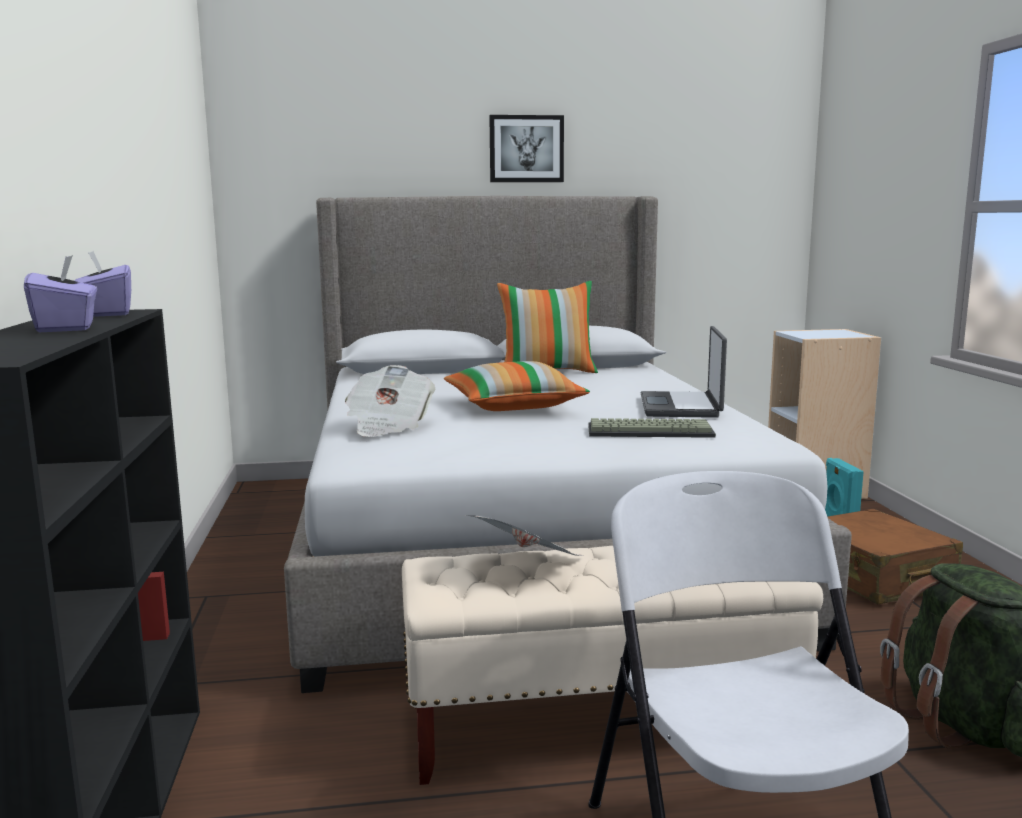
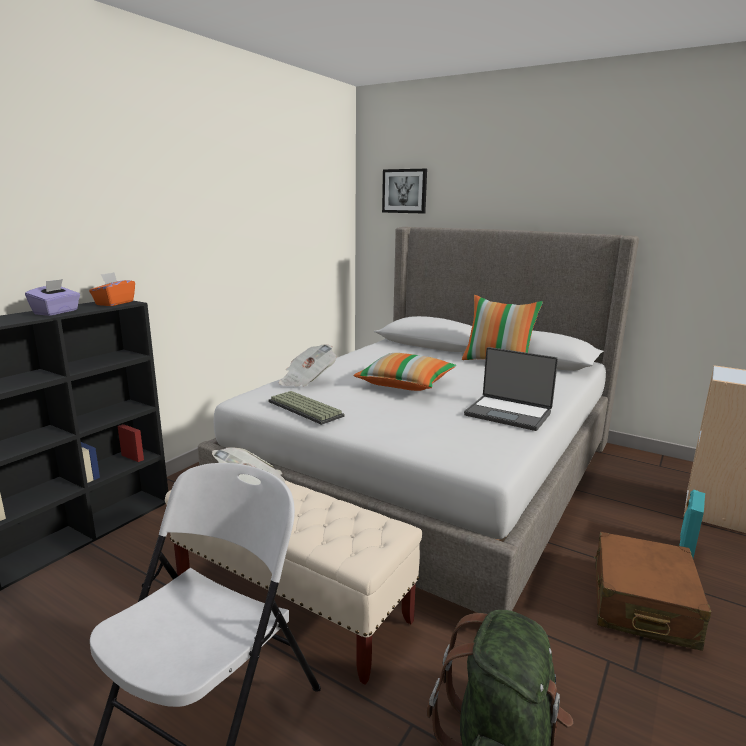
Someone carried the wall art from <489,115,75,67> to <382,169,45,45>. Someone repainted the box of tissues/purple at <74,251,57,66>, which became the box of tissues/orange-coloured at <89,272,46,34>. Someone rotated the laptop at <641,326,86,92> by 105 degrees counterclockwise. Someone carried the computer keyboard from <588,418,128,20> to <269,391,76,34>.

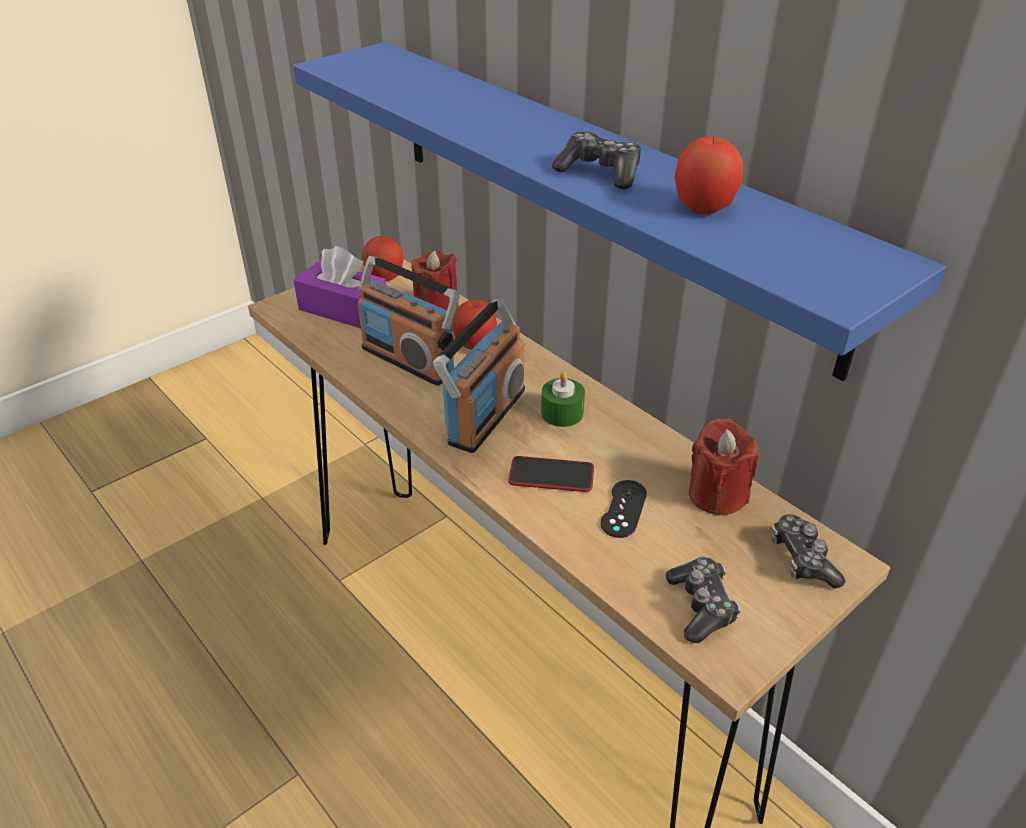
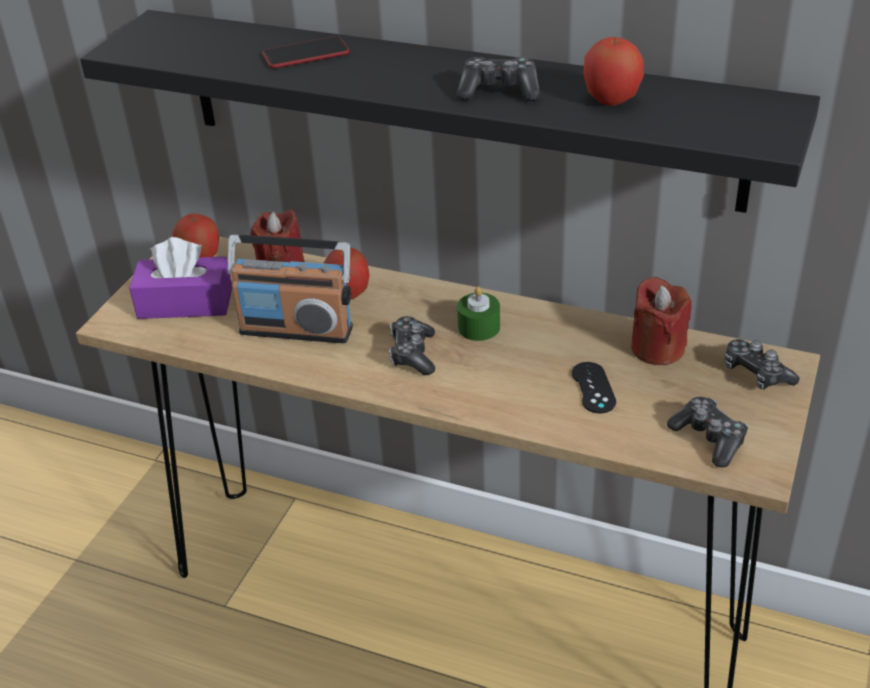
Someone repainted the bracket shelf/blue at <293,42,653,339>, which became the bracket shelf/black-coloured at <80,10,740,203>. Someone swapped the radio set at <433,298,92,155> for the joypad at <389,316,46,60>. Someone carried the handset from <508,456,86,36> to <262,36,88,32>.

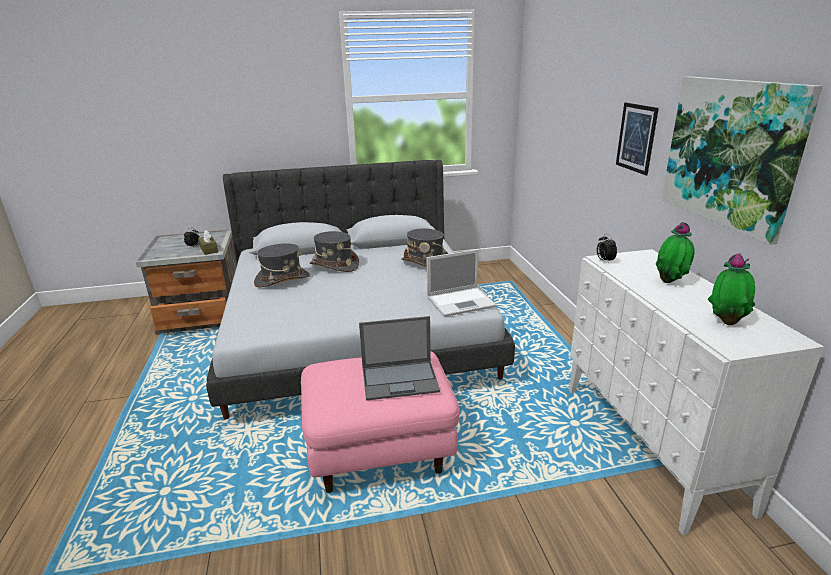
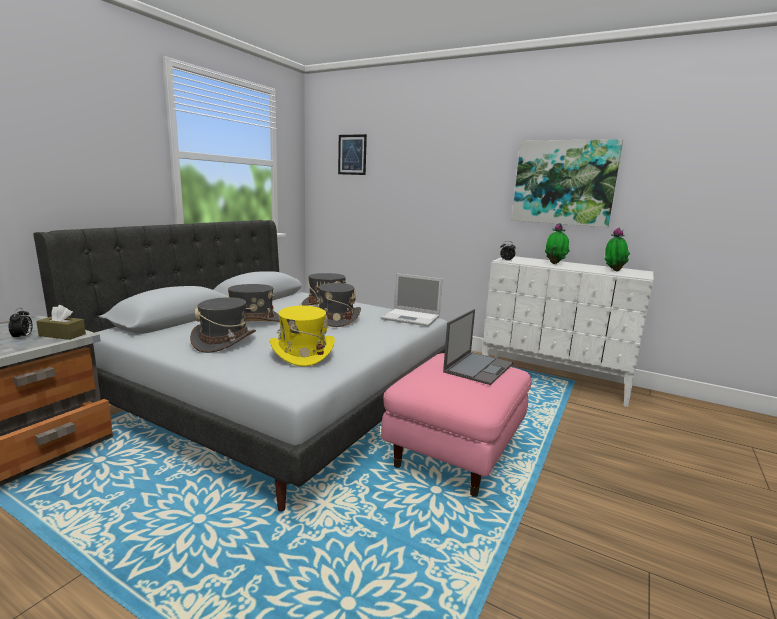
Someone carried the wall art from <616,103,43,72> to <338,134,29,41>. Someone rotated the laptop at <427,249,70,68> by 90 degrees clockwise. Someone put down the wearable hat/gray at <317,283,44,44>. Someone put down the wearable hat/yellow at <270,306,65,60>.

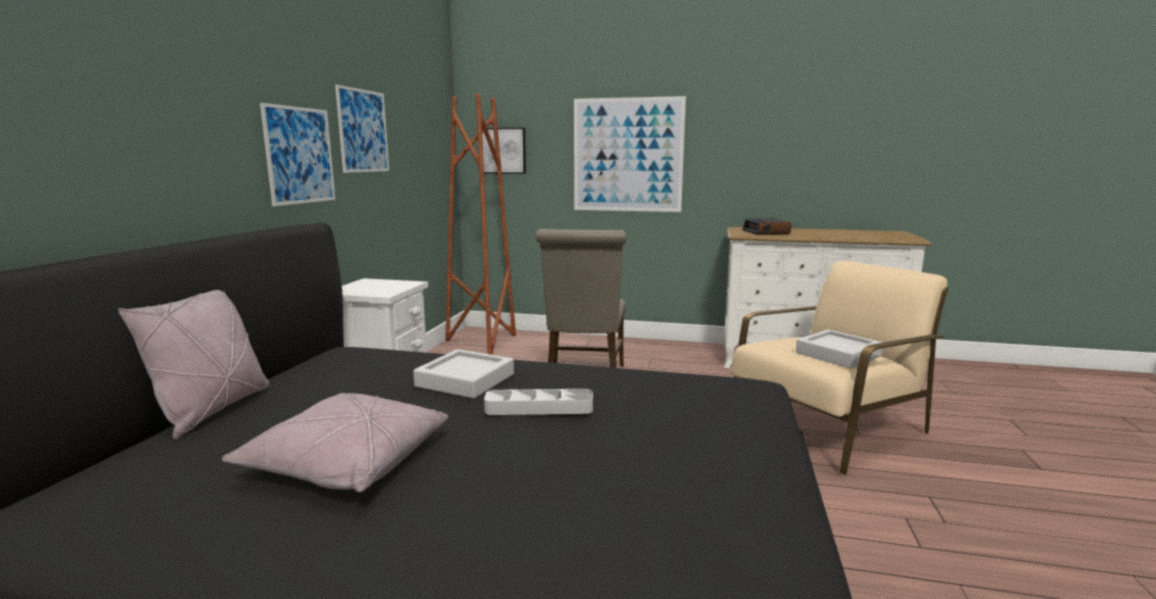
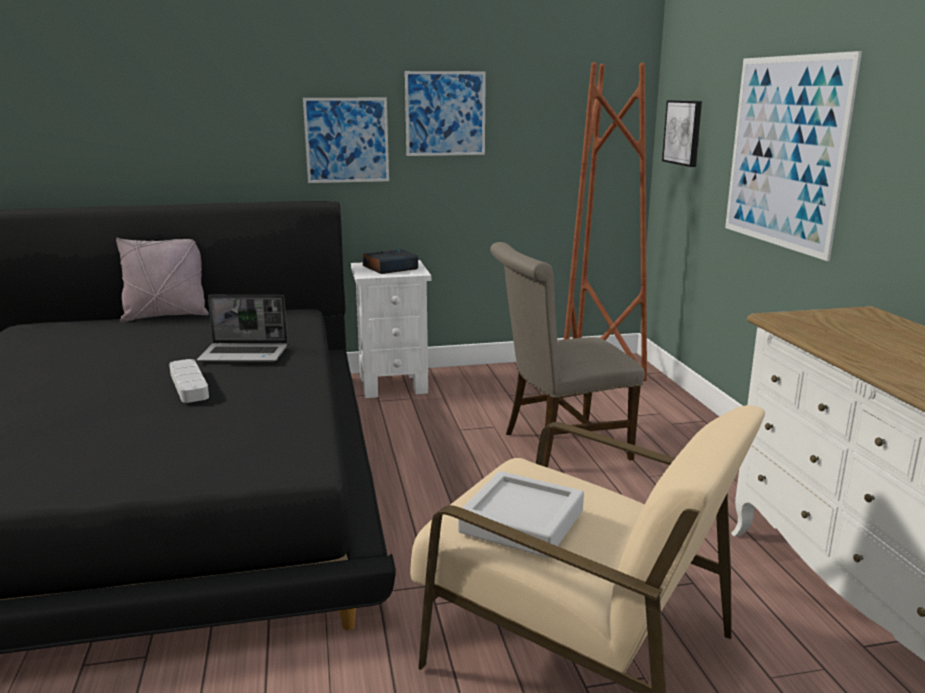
Someone carried the table clock from <743,218,49,17> to <363,249,55,25>. Someone swapped the carrying tray/gray at <413,349,101,50> for the laptop at <197,295,91,67>. Someone took away the throw pillow/purple at <222,393,227,99>.

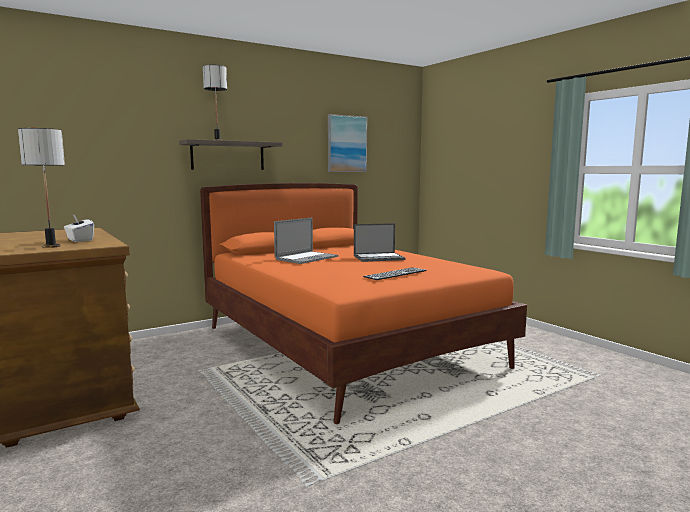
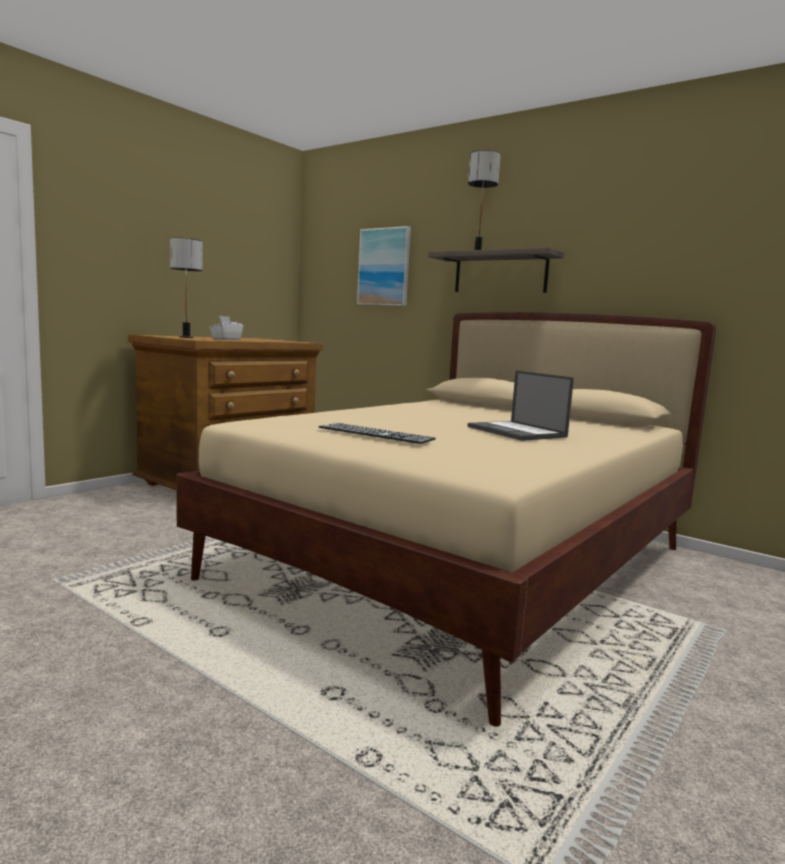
Someone carried the wall art from <328,114,39,58> to <357,226,54,80>. Someone repainted the sleeping bed/orange-coloured at <200,183,327,241>, which became the sleeping bed/beige-coloured at <176,312,540,415>. Someone took away the laptop at <274,218,64,46>.

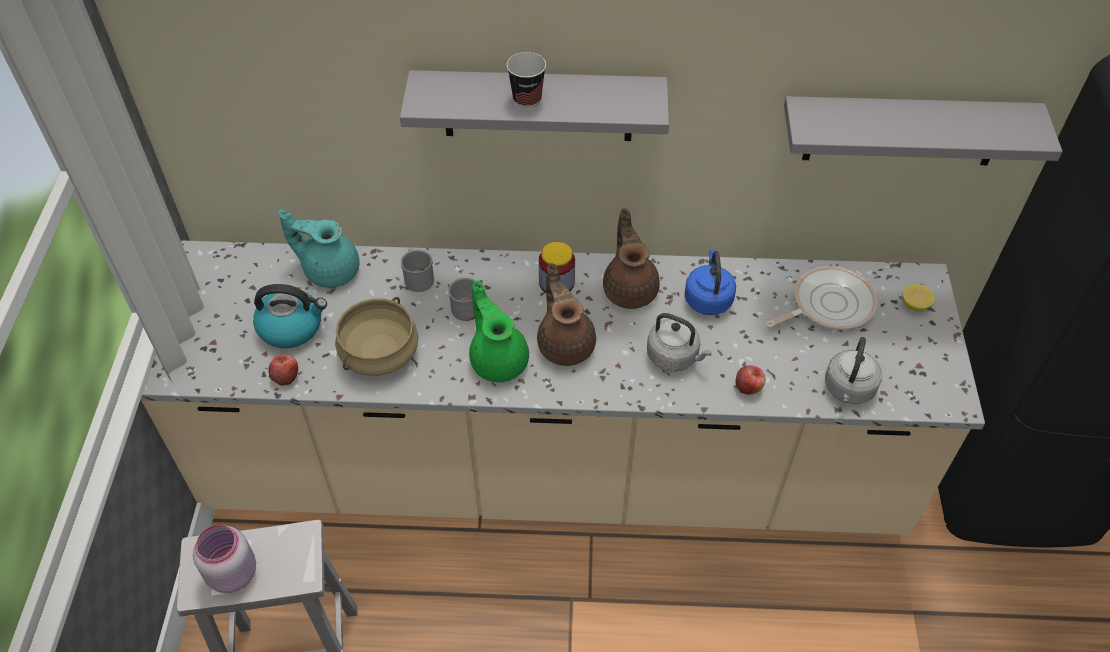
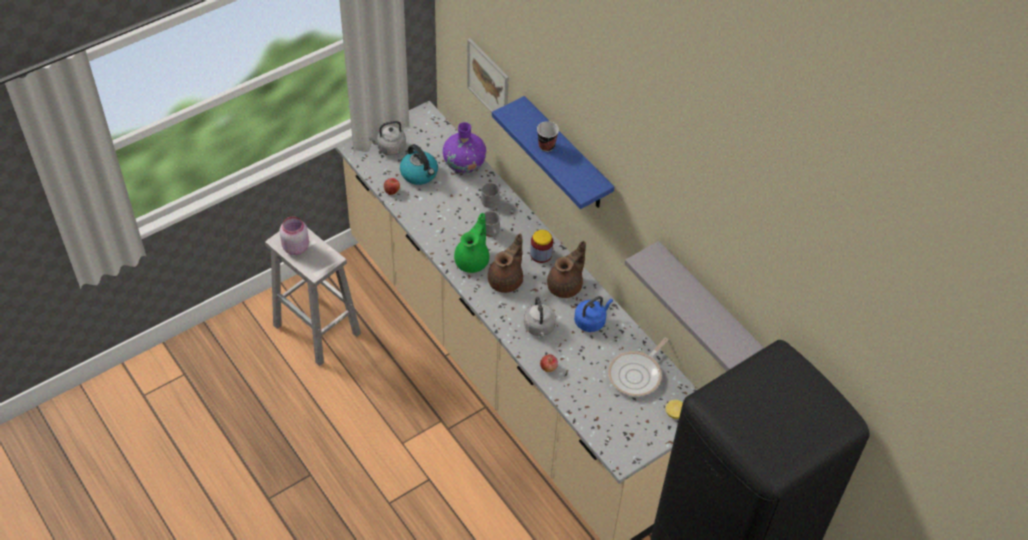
Someone repainted the bracket shelf/gray at <400,70,269,71>, which became the bracket shelf/blue at <492,96,122,113>. Someone swapped the teapot/turquoise at <279,209,81,79> for the flower vase/purple at <443,122,43,52>. Someone rotated the skillet at <766,266,111,64> by 105 degrees clockwise. Someone took away the stockpot/beige-coloured at <335,297,84,79>. Someone carried the kettle/gray from <825,337,57,67> to <369,121,37,34>. Someone put up the wall art at <467,38,42,75>.

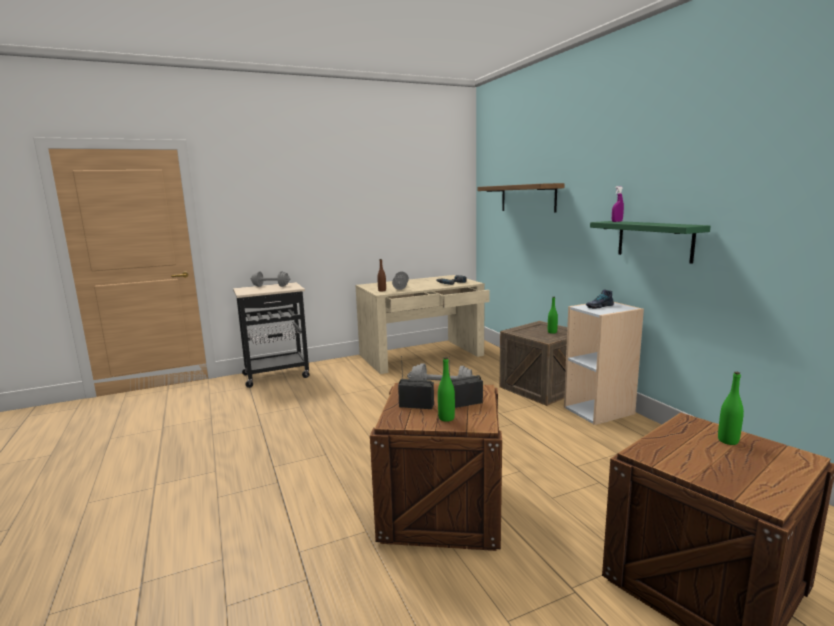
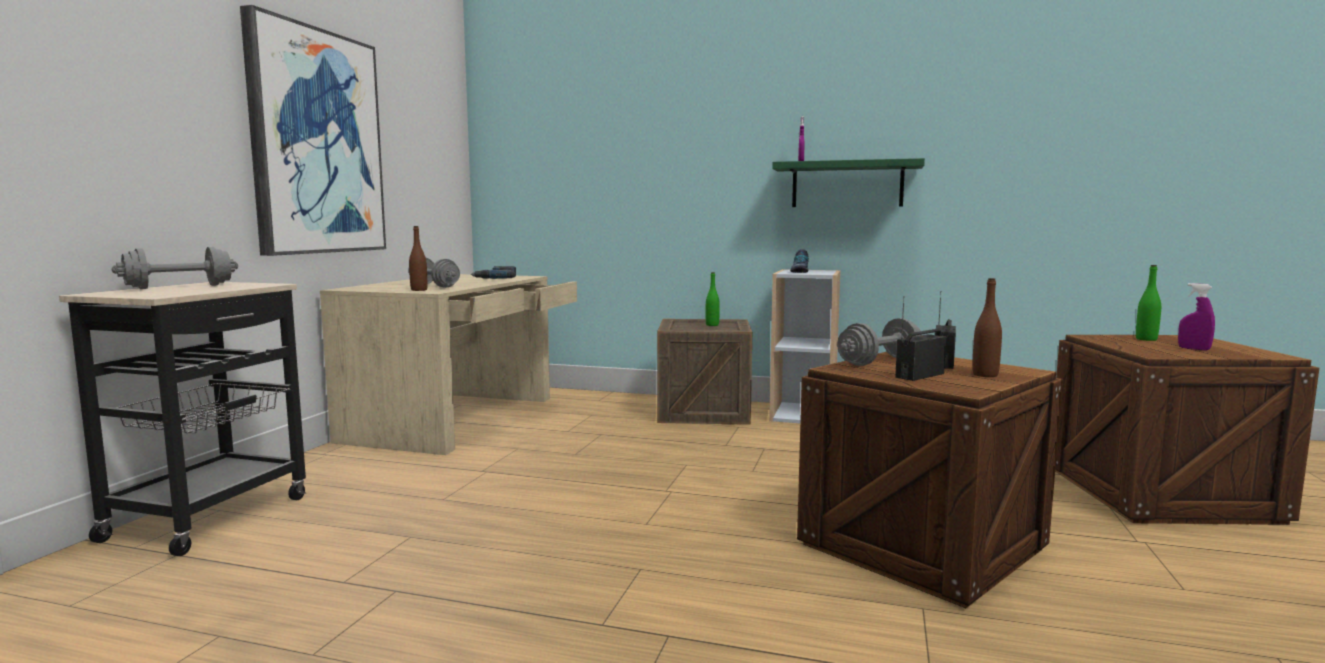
Someone took away the bracket shelf at <477,183,88,30>. Someone repainted the drink bottle/green-coloured at <438,357,17,65>, which became the drink bottle/brown-coloured at <972,278,30,99>. Someone put up the wall art at <240,5,146,251>. Someone put down the hand sprayer/purple at <1178,283,37,68>.

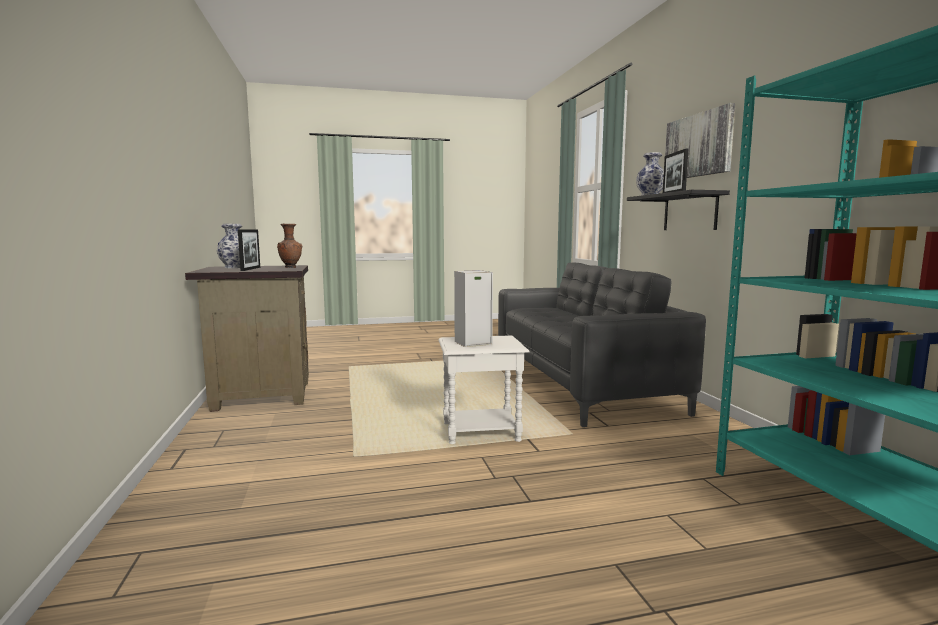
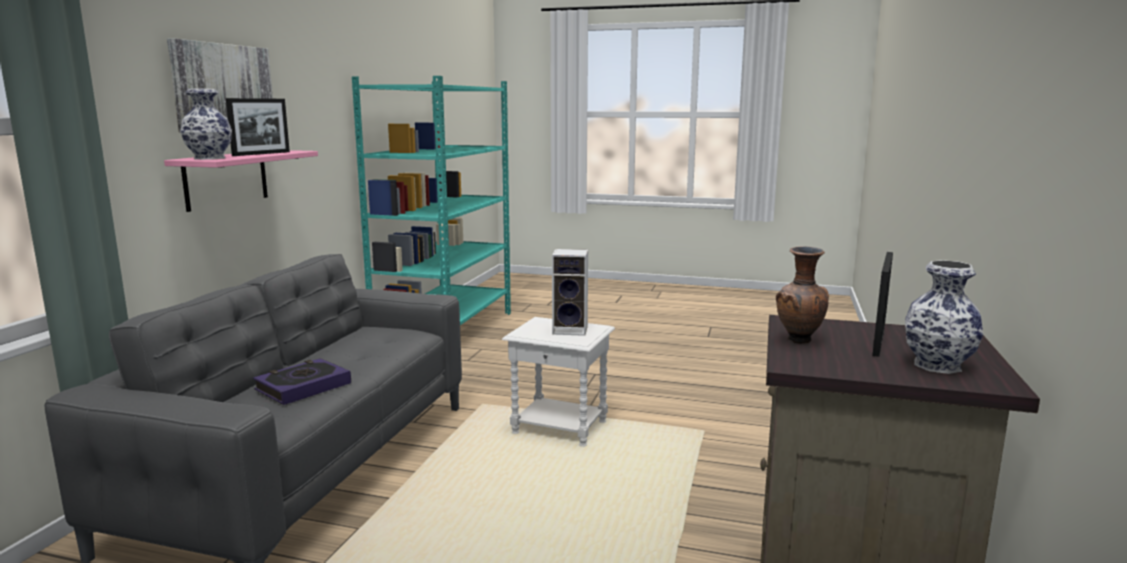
Someone repainted the bracket shelf/black-coloured at <627,190,103,40>, which became the bracket shelf/pinkish at <164,150,154,62>. Someone put down the bound book at <253,358,98,47>.

